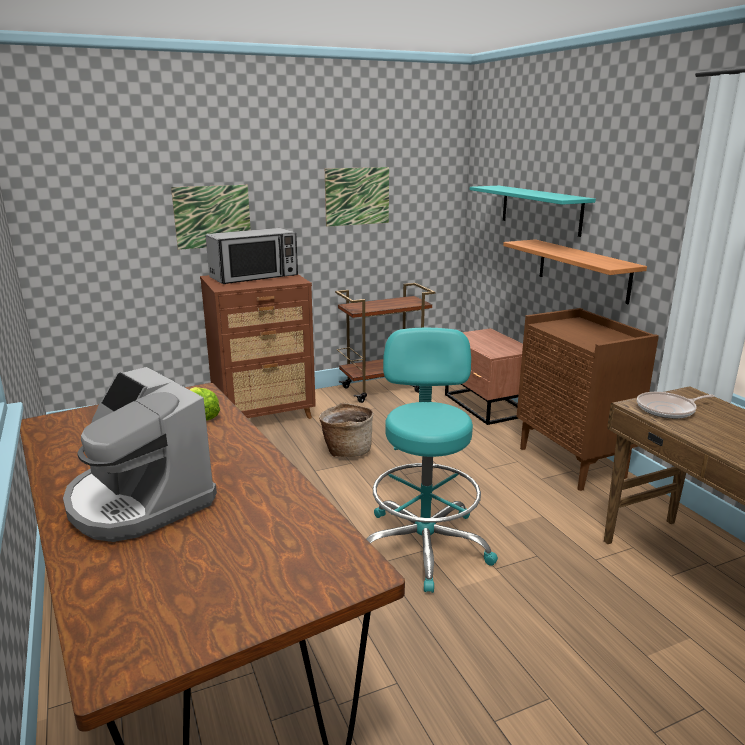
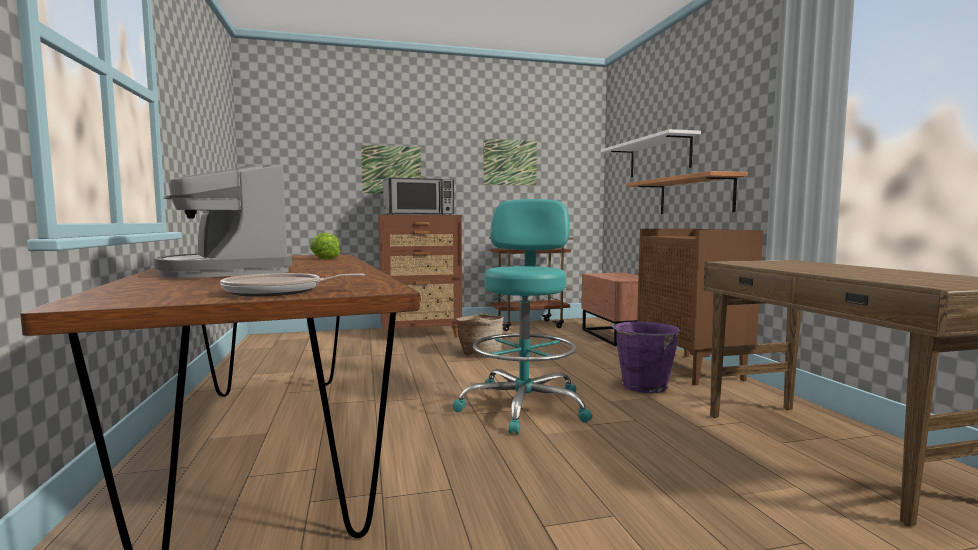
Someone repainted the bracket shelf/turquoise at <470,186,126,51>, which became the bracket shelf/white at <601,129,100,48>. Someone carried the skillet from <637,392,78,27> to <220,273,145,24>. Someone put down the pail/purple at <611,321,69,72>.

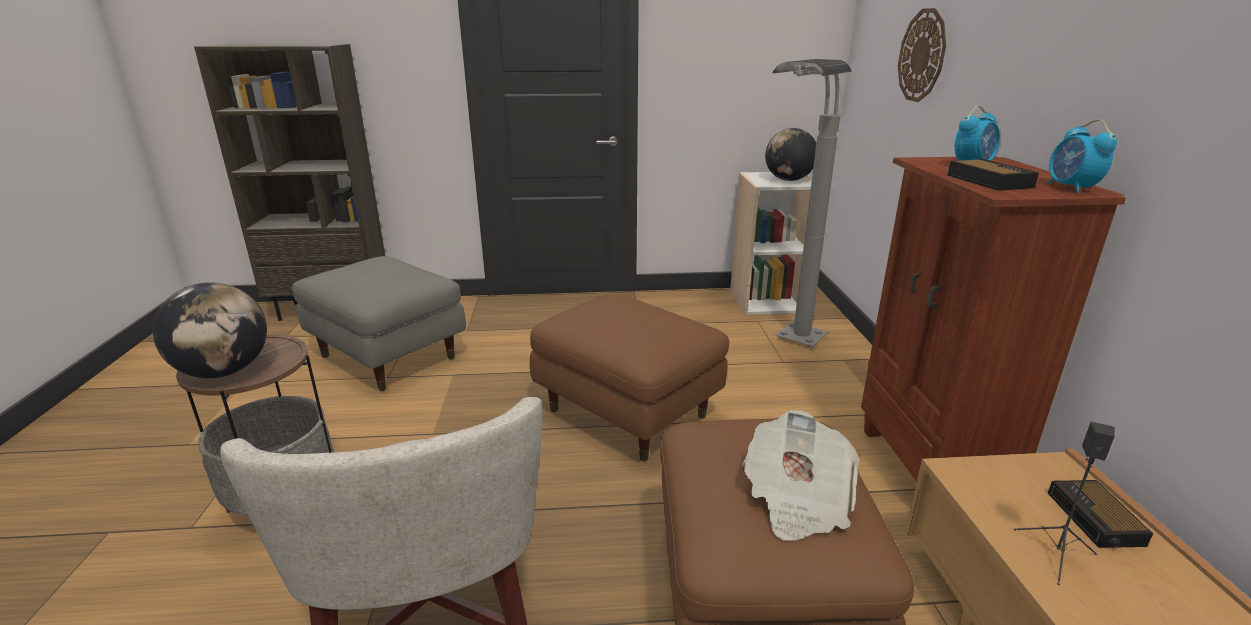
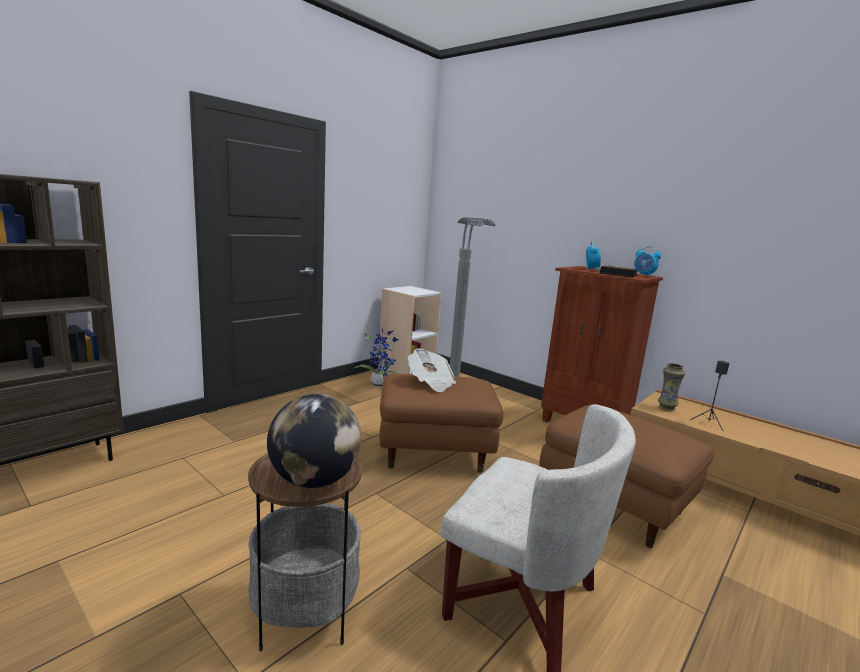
Someone took away the clock on the wall at <898,8,48,94>. Someone took away the world globe at <765,128,51,53>. Someone took away the ottoman/gray at <292,256,174,135>. Someone carried the printed paper from <742,410,117,131> to <408,348,48,44>. Someone took away the table clock at <1048,480,105,68>. Someone put down the potted plant at <355,328,43,59>. Someone put down the flower vase at <658,363,27,48>.

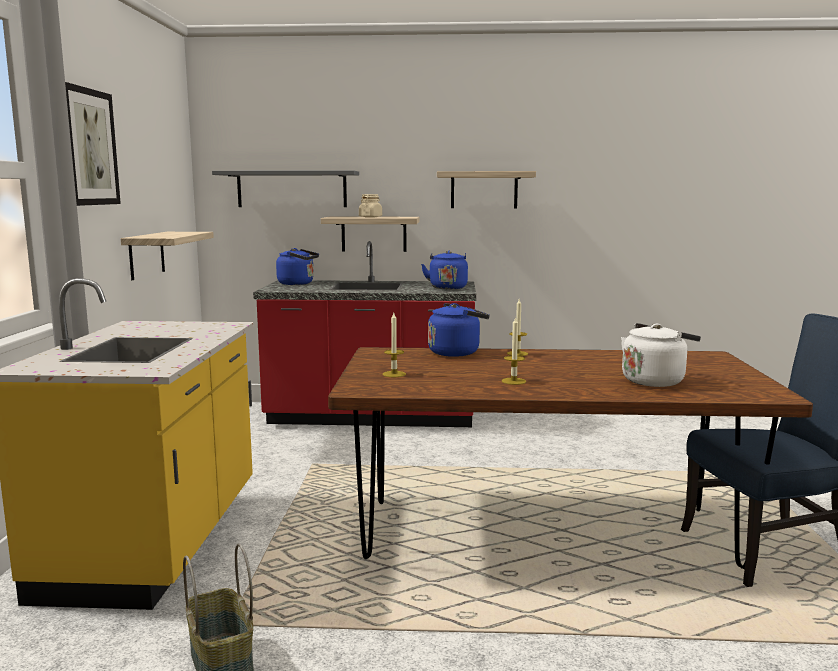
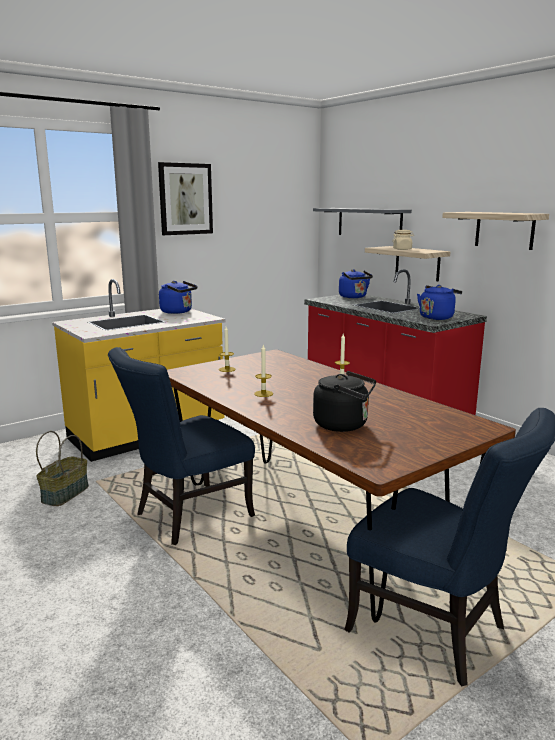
Someone took away the bracket shelf at <121,232,93,48>. Someone carried the kettle/blue from <428,303,62,54> to <159,281,38,33>. Someone repainted the kettle/white at <621,323,80,64>, which became the kettle/black-coloured at <313,371,63,61>. Someone put down the chair/blue at <108,347,147,198>.

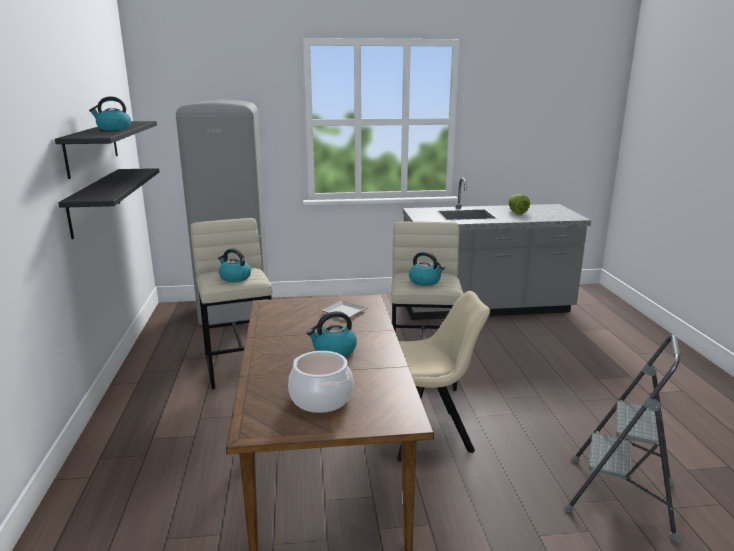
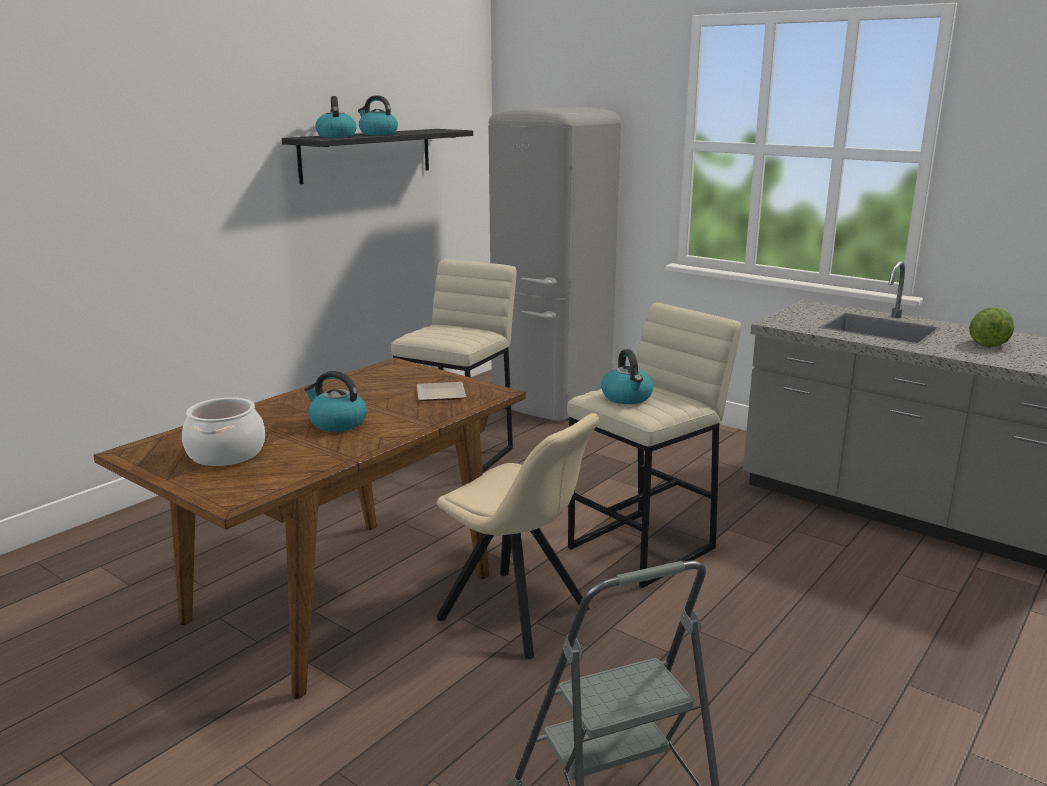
Someone took away the bracket shelf/black-coloured at <58,168,101,71>. Someone carried the kettle from <218,249,33,33> to <315,96,42,41>.

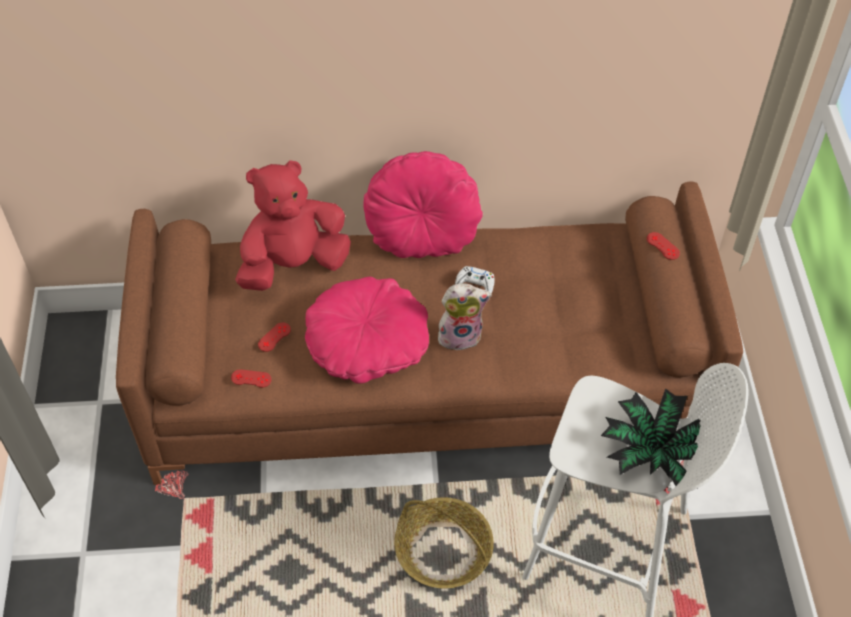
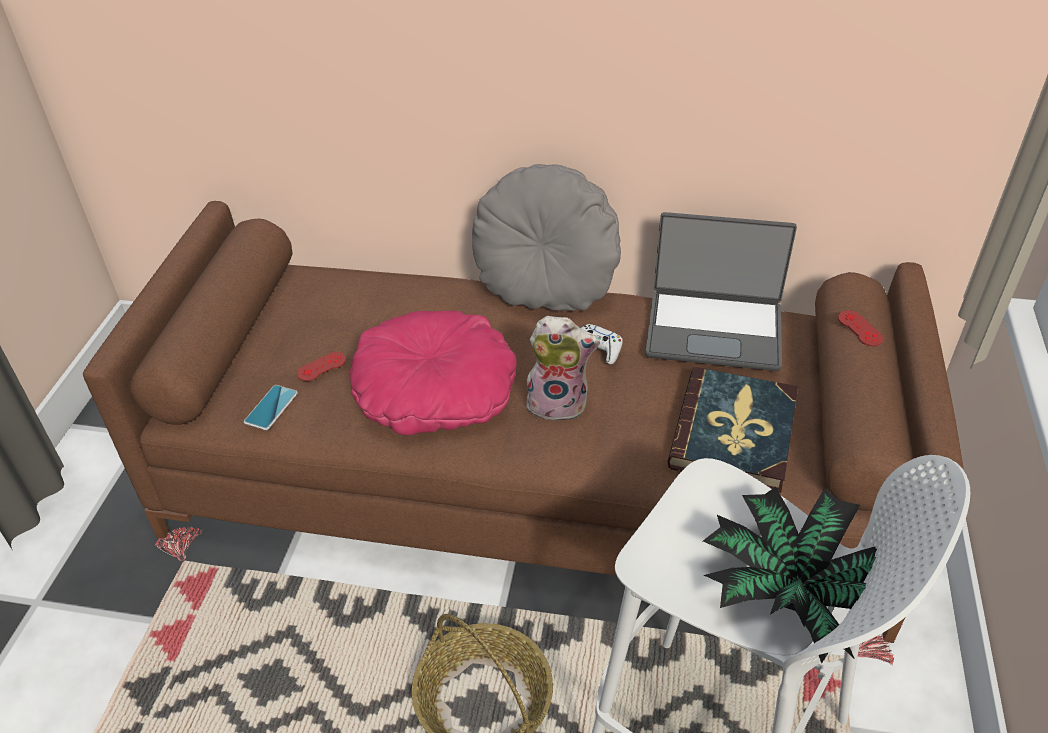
Someone repainted the throw pillow/pinkish at <363,151,120,107>, which became the throw pillow/gray at <472,164,149,147>. Someone took away the soft toy/red at <235,160,116,131>. Someone swapped the joypad/red at <231,369,41,19> for the handset at <244,385,54,45>. Someone put down the laptop at <645,212,152,159>. Someone put down the bound book at <667,367,131,126>.

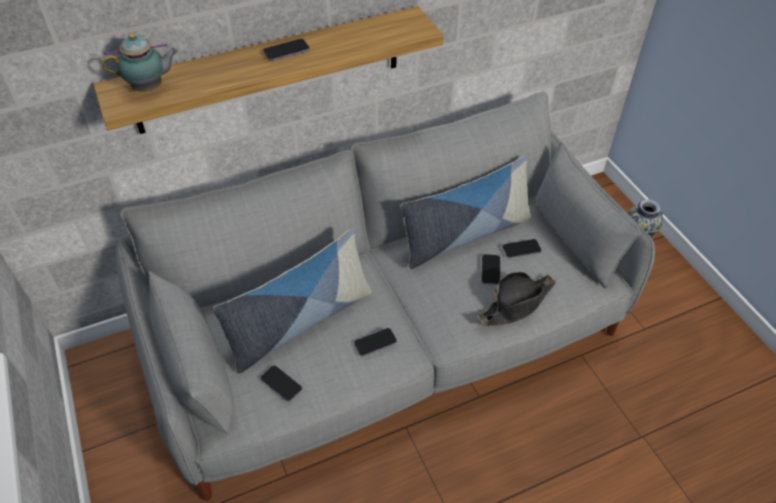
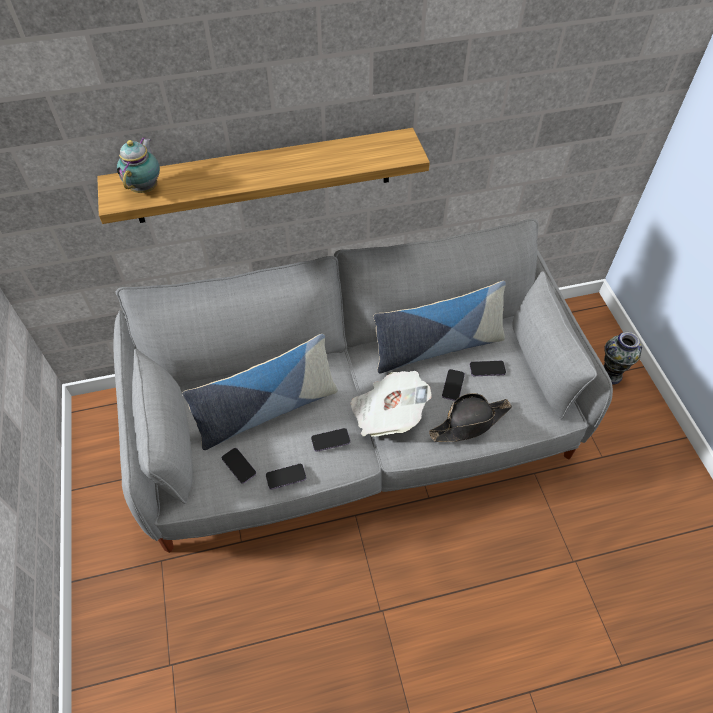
Someone rotated the teapot at <102,33,76,59> by 75 degrees counterclockwise. Someone carried the handset from <263,39,47,22> to <266,464,40,25>. Someone put down the printed paper at <350,371,81,66>.

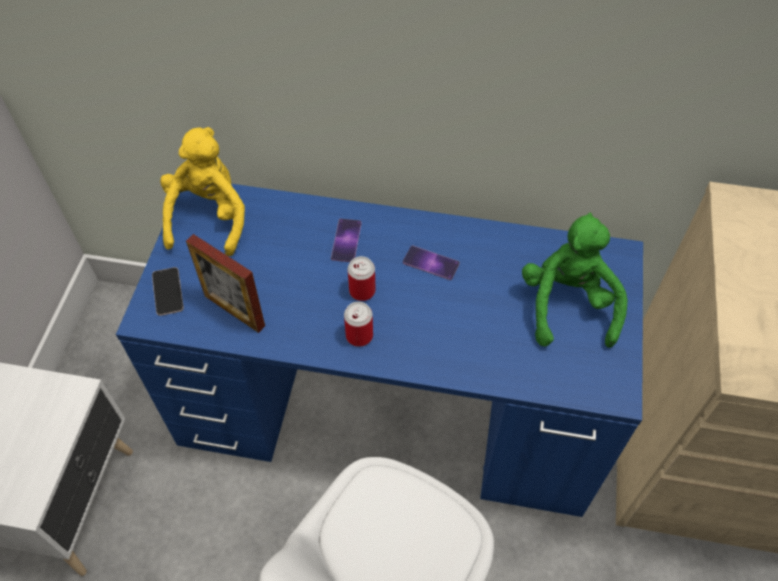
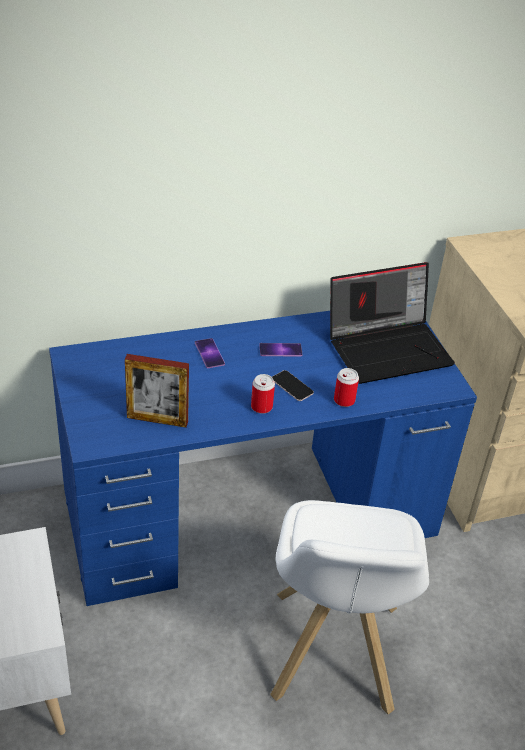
Someone took away the soft toy/yellow at <160,127,85,129>. Someone swapped the soft toy/green-coloured at <522,213,106,135> for the laptop at <330,262,125,122>. Someone carried the metal can from <348,256,27,45> to <334,368,25,39>. Someone carried the handset from <152,267,32,49> to <272,370,42,31>.

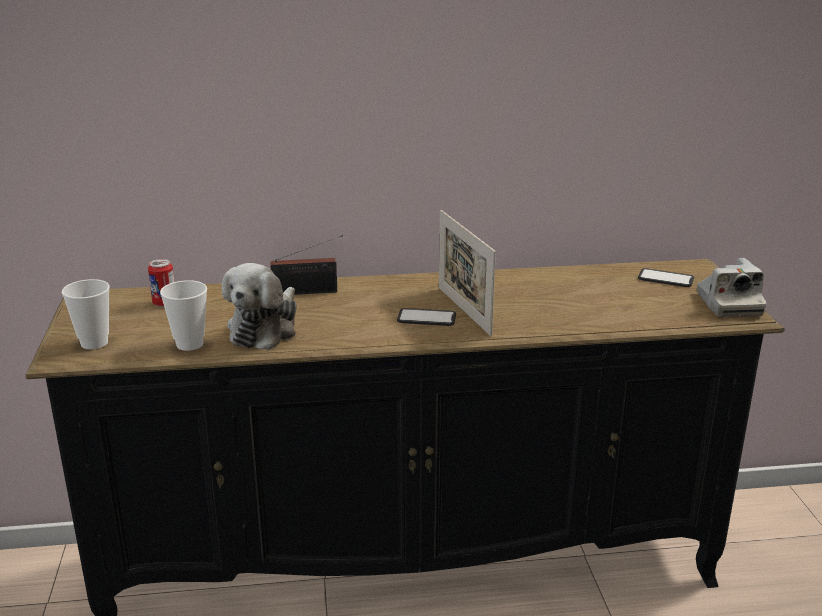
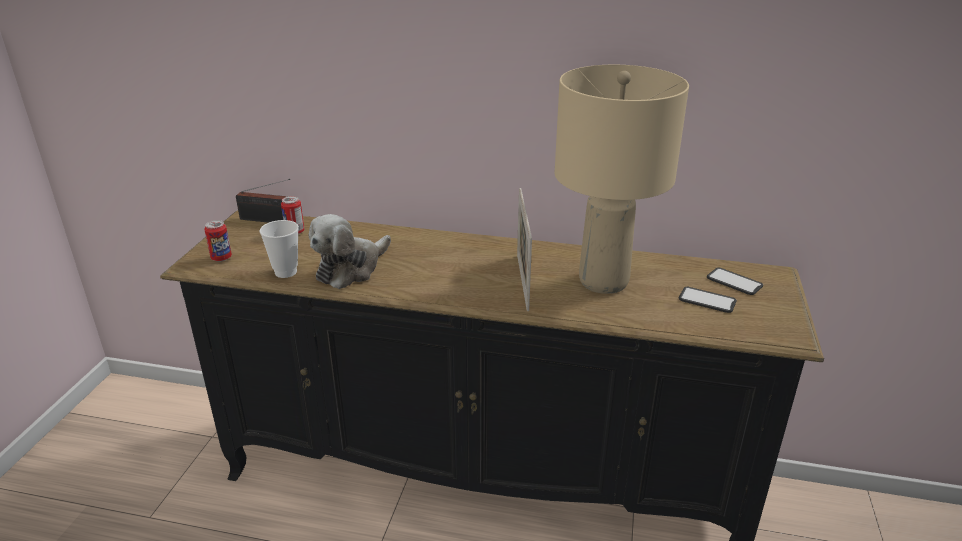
Someone carried the radio set from <271,235,72,60> to <236,179,54,44>. Someone took away the still camera at <697,258,69,59>. Someone swapped the cup at <62,279,48,70> for the metal can at <204,220,28,42>. Someone carried the handset from <397,308,59,18> to <679,287,58,26>. Someone put down the table lamp/beige-coloured at <555,65,134,229>.

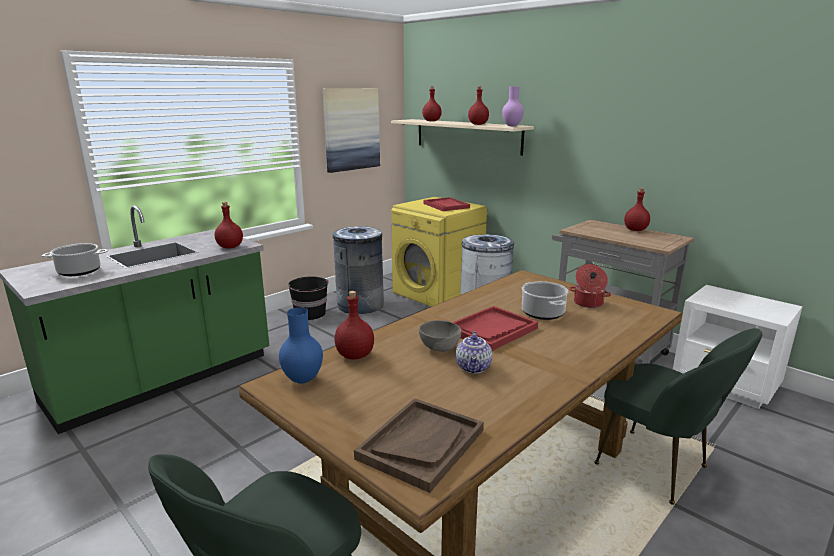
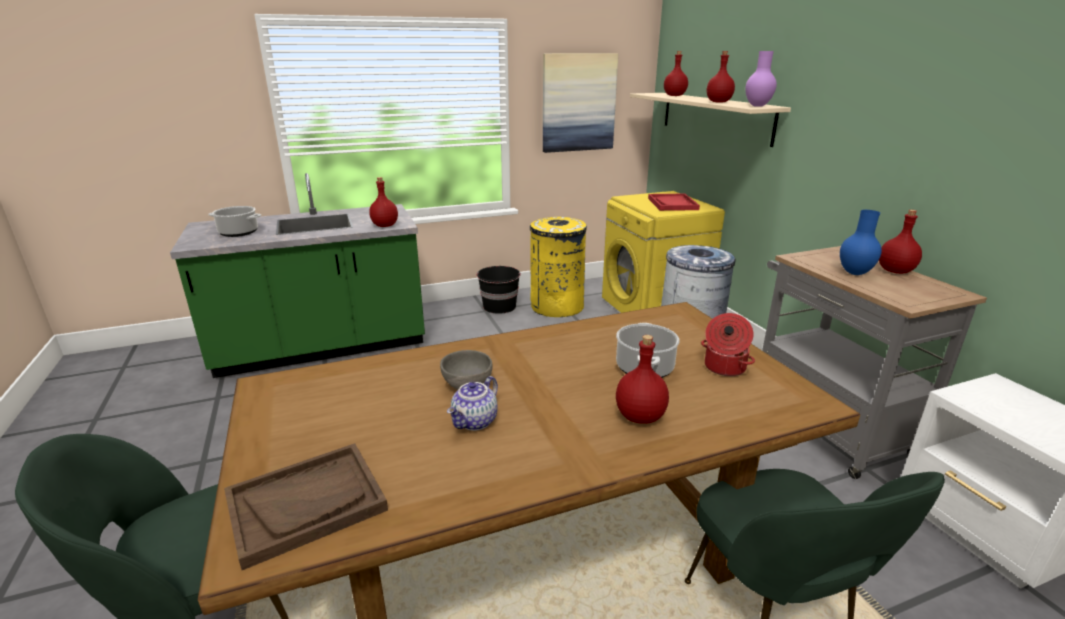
Someone repainted the rubbish bin/gray at <333,226,51,88>, which became the rubbish bin/yellow at <530,217,57,100>. Someone carried the drink bottle/red from <334,291,40,68> to <616,335,53,89>. Someone took away the carrying tray/red at <452,306,86,45>. Someone carried the flower vase/blue from <279,307,44,77> to <840,210,42,65>.

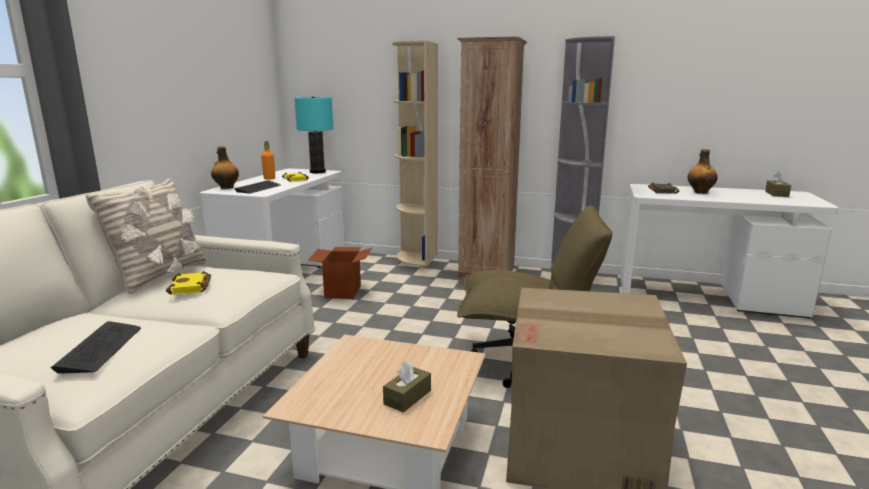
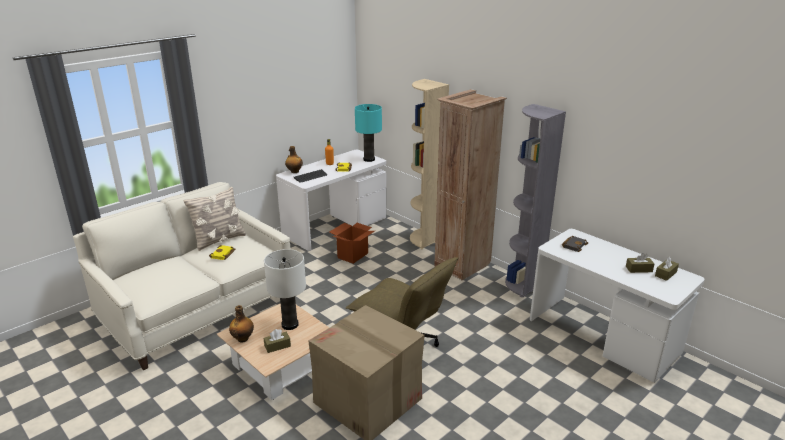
Someone carried the drink bottle from <688,149,29,45> to <229,305,25,38>. Someone took away the computer keyboard at <51,321,90,53>. Someone put down the table lamp/white at <264,249,42,81>. Someone put down the box of tissues/brown-coloured at <626,253,28,20>.

